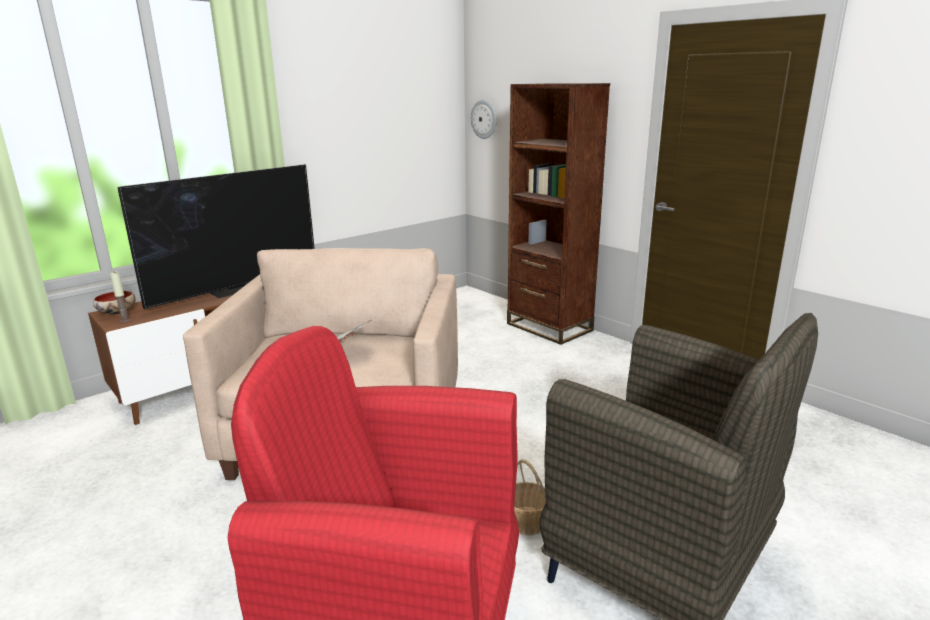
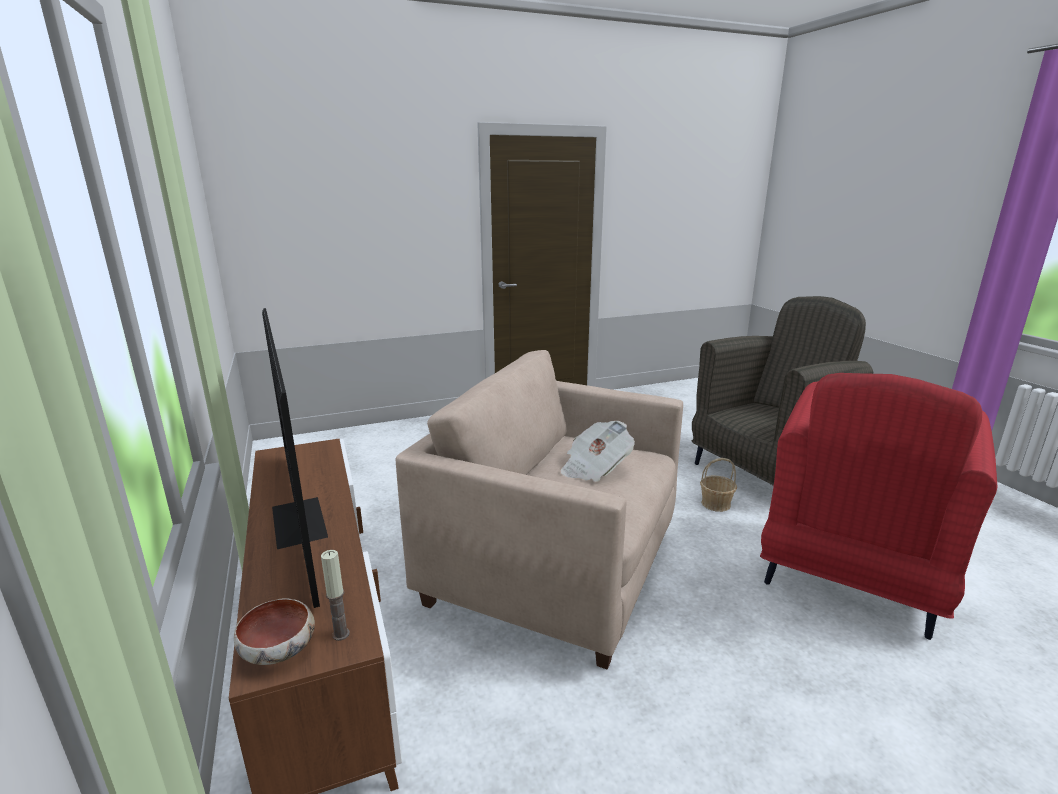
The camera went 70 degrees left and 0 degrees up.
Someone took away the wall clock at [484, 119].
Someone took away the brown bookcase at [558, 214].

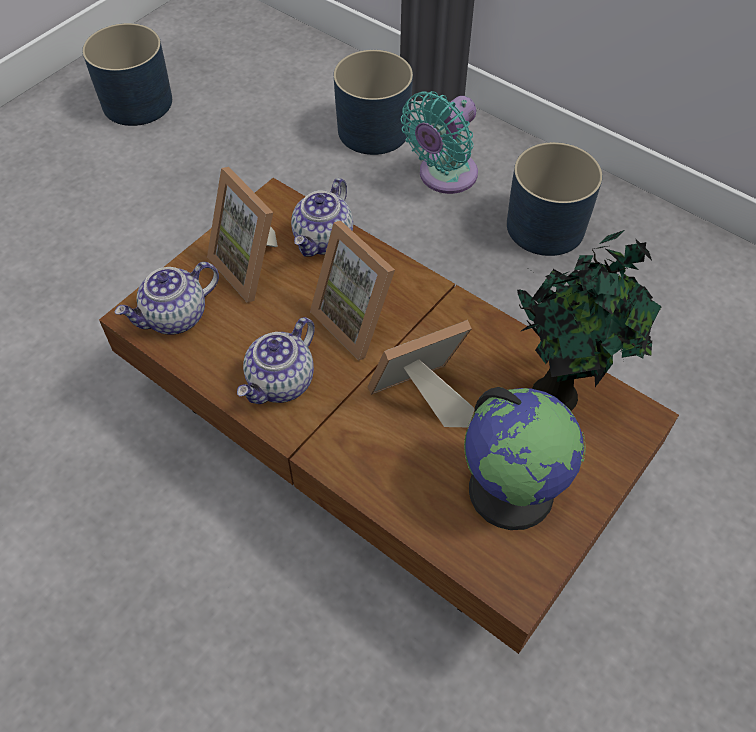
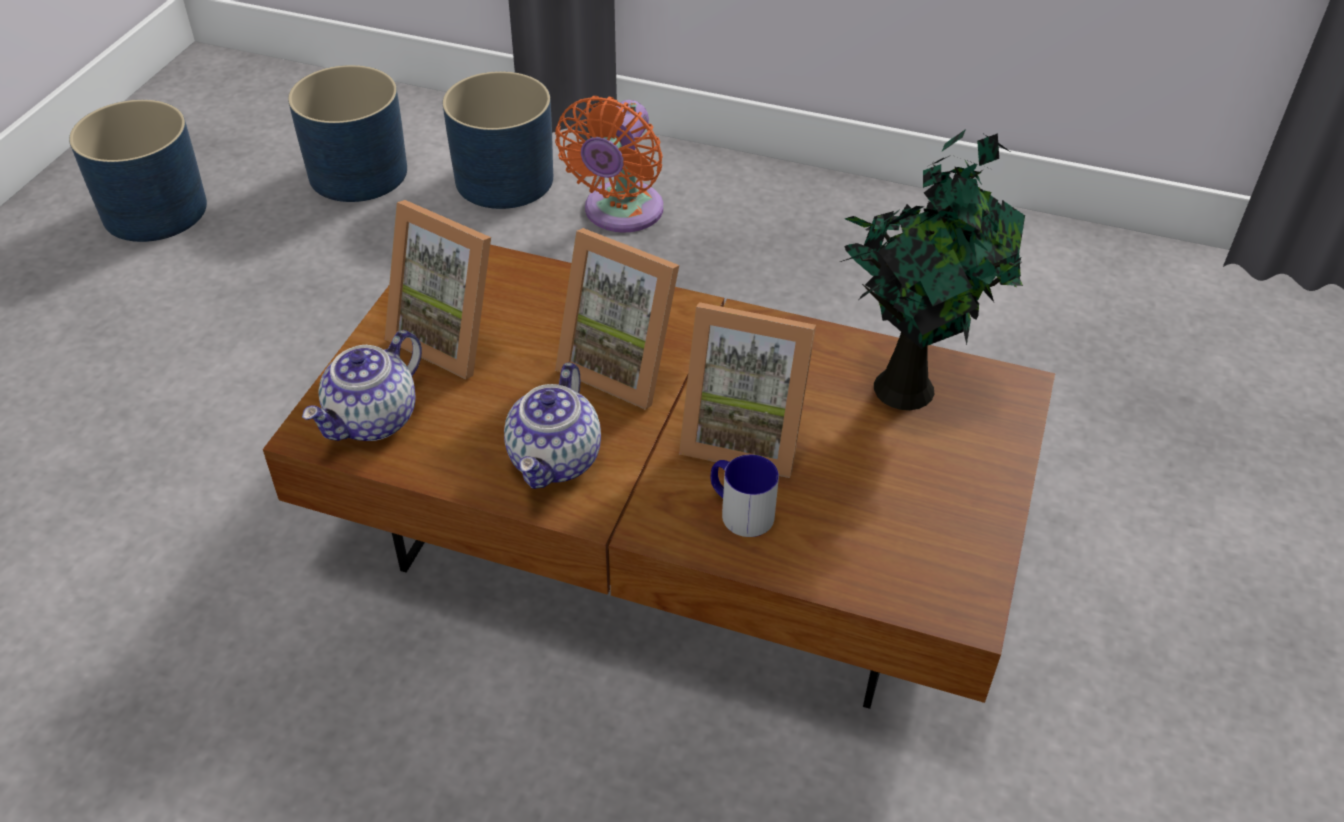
The camera went 20 degrees left and 10 degrees down.
Someone took away the teapot at [322, 217].
Someone took away the globe at [525, 458].
Someone put down the mug at [745, 495].
Someone carried the blue planter from [554, 199] to [347, 133].
Someone repainted the turquoise fan at [439, 142], which became the orange fan at [609, 164].
Someone rotated the picture frame at [421, 373] by 120 degrees counterclockwise.

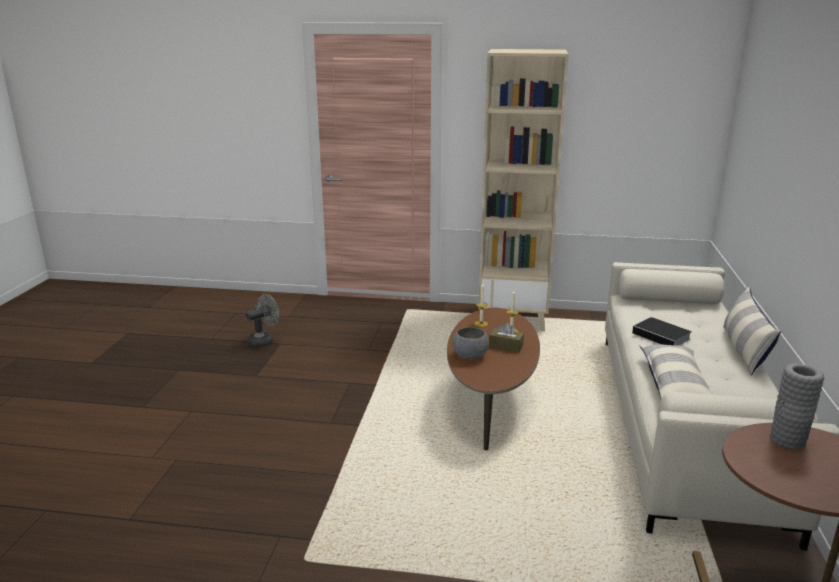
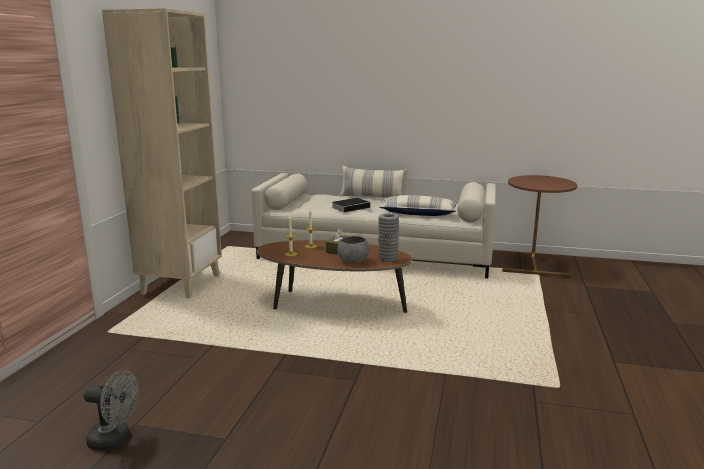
The camera went 85 degrees left and 5 degrees down.
Someone carried the grey vase from [797, 406] to [388, 237].
Someone rotated the grey fan at [262, 321] by 135 degrees clockwise.

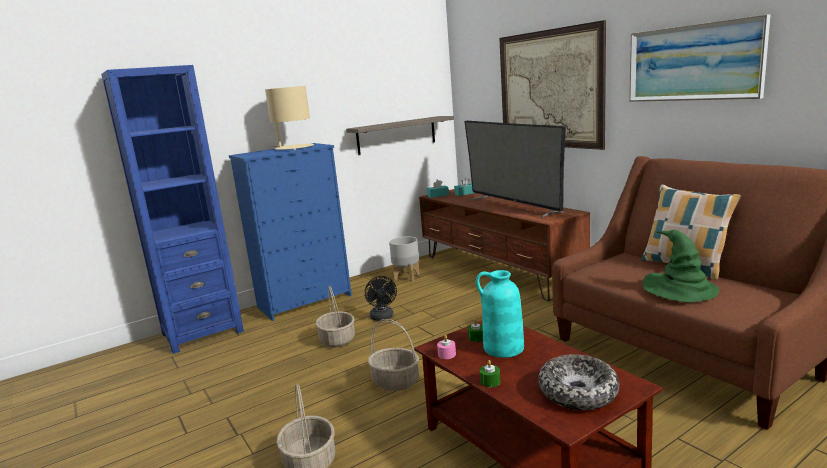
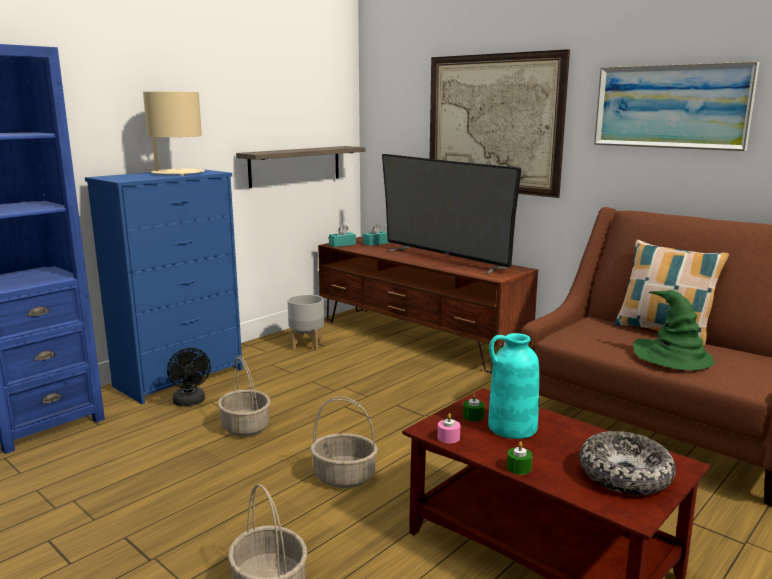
The camera went 15 degrees left and 0 degrees up.
Someone carried the black fan from [381, 298] to [189, 377].

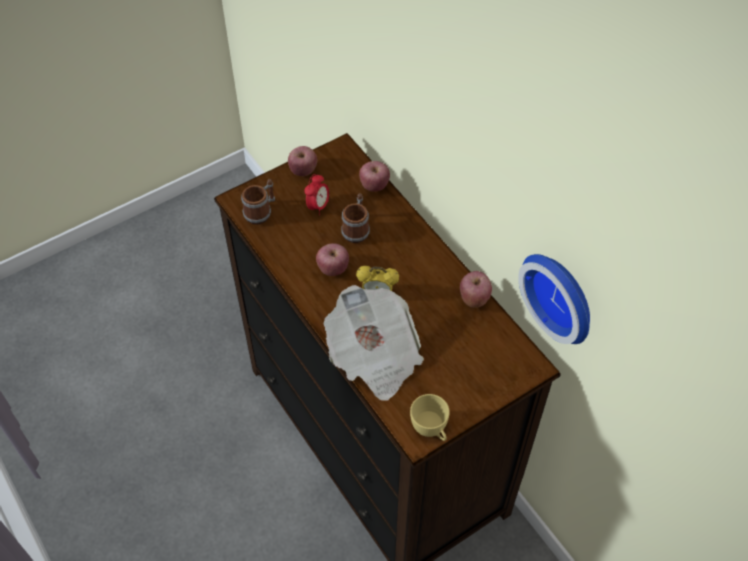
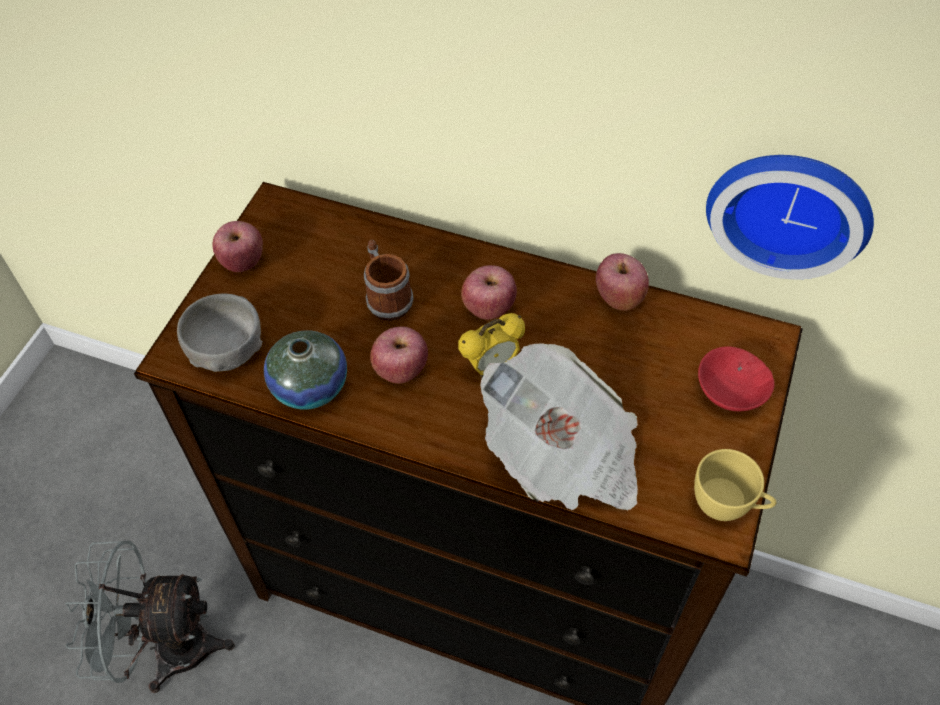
The camera went 35 degrees left and 0 degrees up.
Someone took away the alarm clock at [316, 194].
Someone put down the grey fan at [150, 617].
Someone put down the vase at [305, 370].
Someone put down the red bowl at [736, 379].
Someone carried the apple from [374, 176] to [489, 292].
Someone swapped the mug at [258, 202] for the grey bowl at [220, 333].

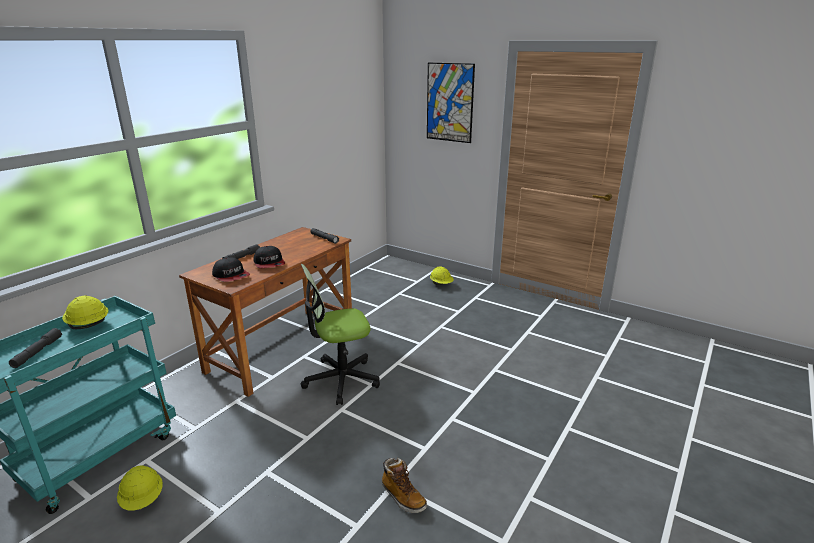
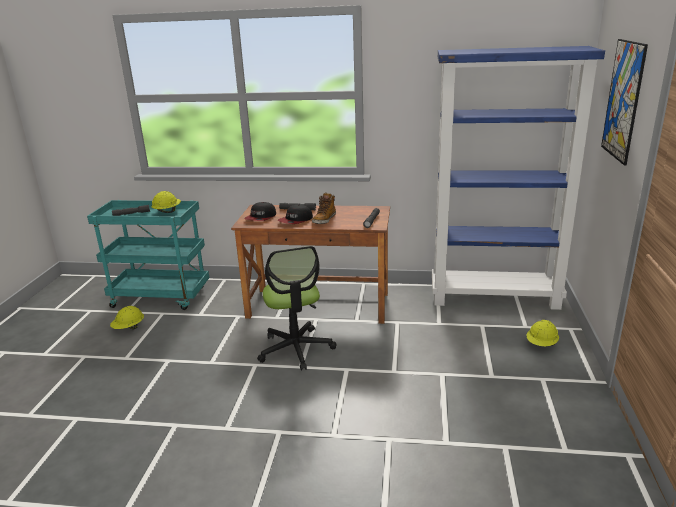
The camera went 65 degrees right and 0 degrees up.
Someone put down the blue bookcase at [518, 178].
Someone carried the boot from [404, 485] to [324, 208].
Someone rotated the office chair at [340, 334] by 150 degrees counterclockwise.

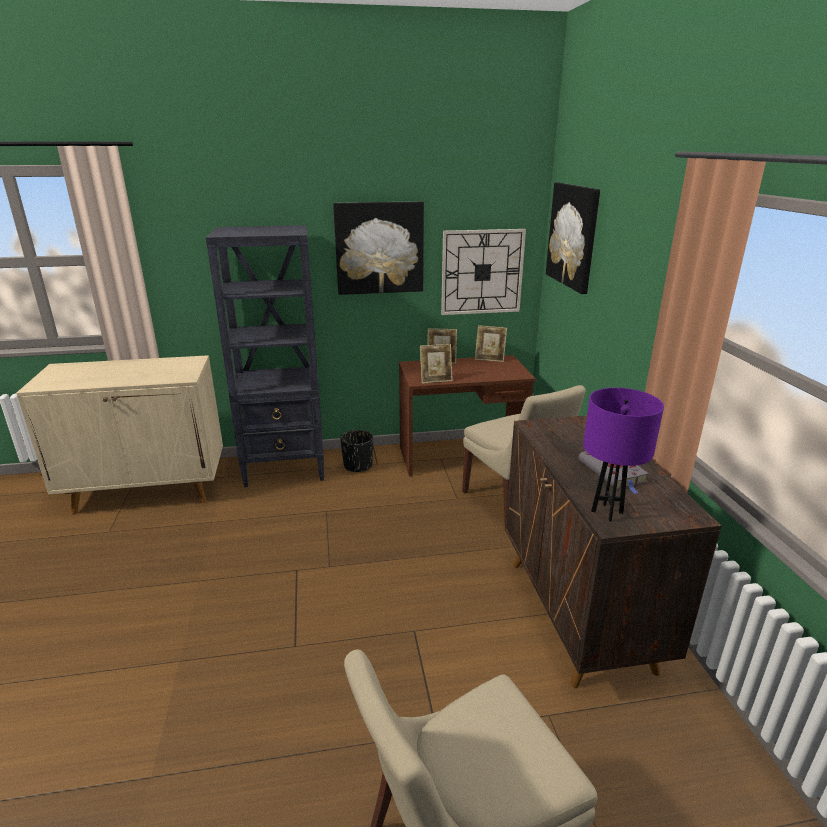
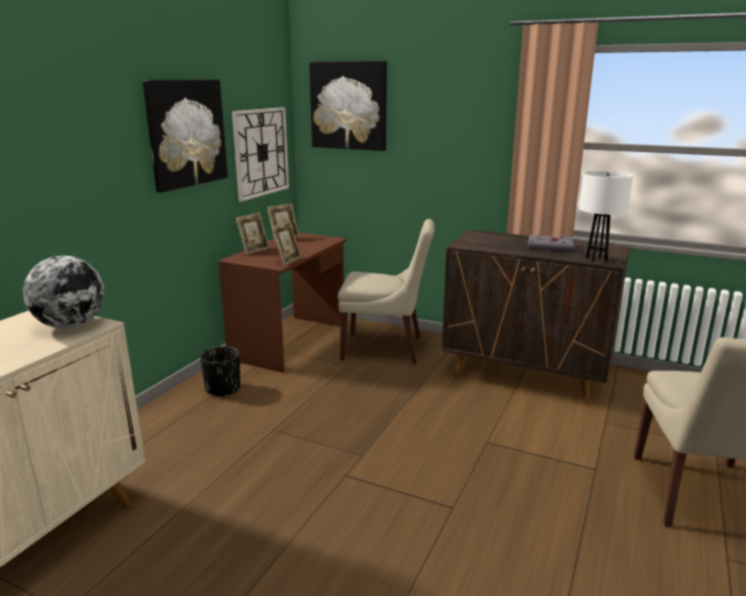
The camera went 55 degrees left and 5 degrees down.
Someone took away the black bookcase at [265, 356].
Someone put down the globe at [64, 292].
Someone repainted the purple table lamp at [623, 454], which became the white table lamp at [606, 216].

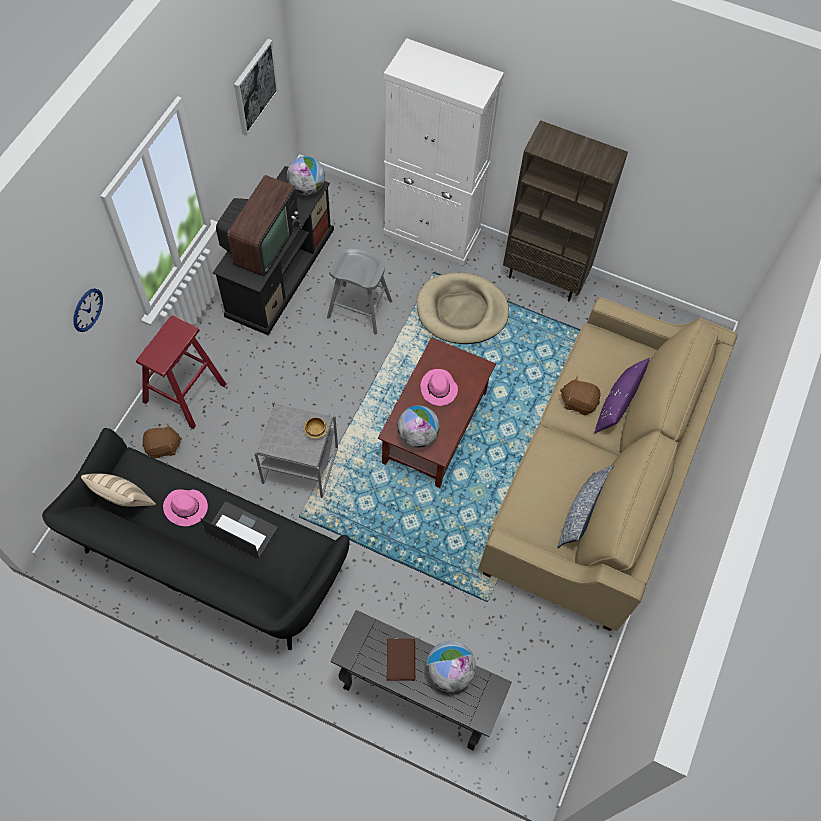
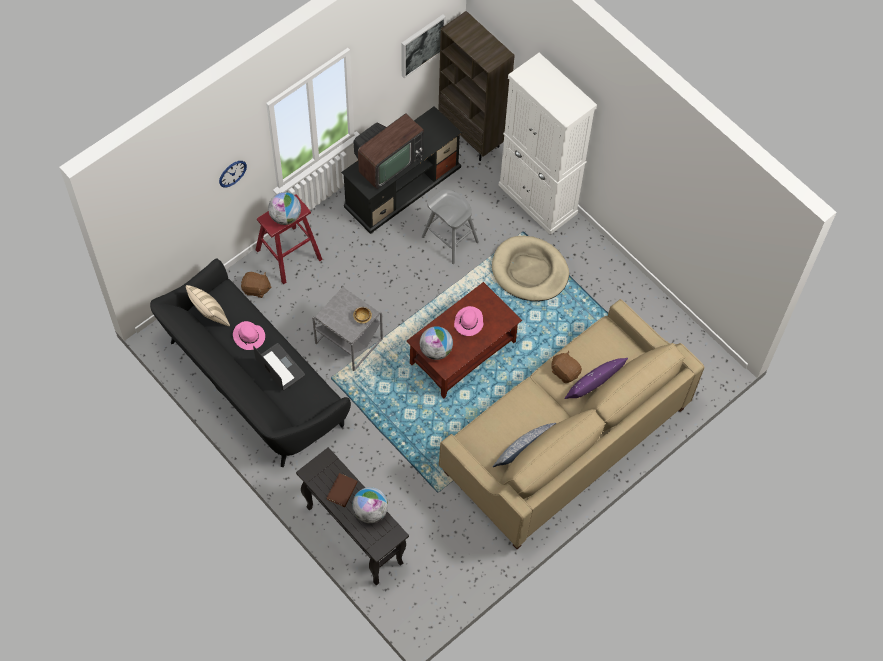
The camera went 25 degrees right and 0 degrees up.
Someone carried the globe from [306, 175] to [284, 208].
Someone carried the brown bookcase from [565, 210] to [476, 86].

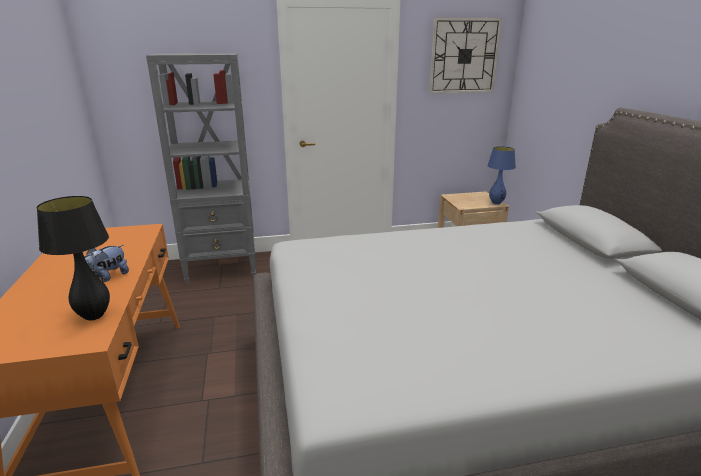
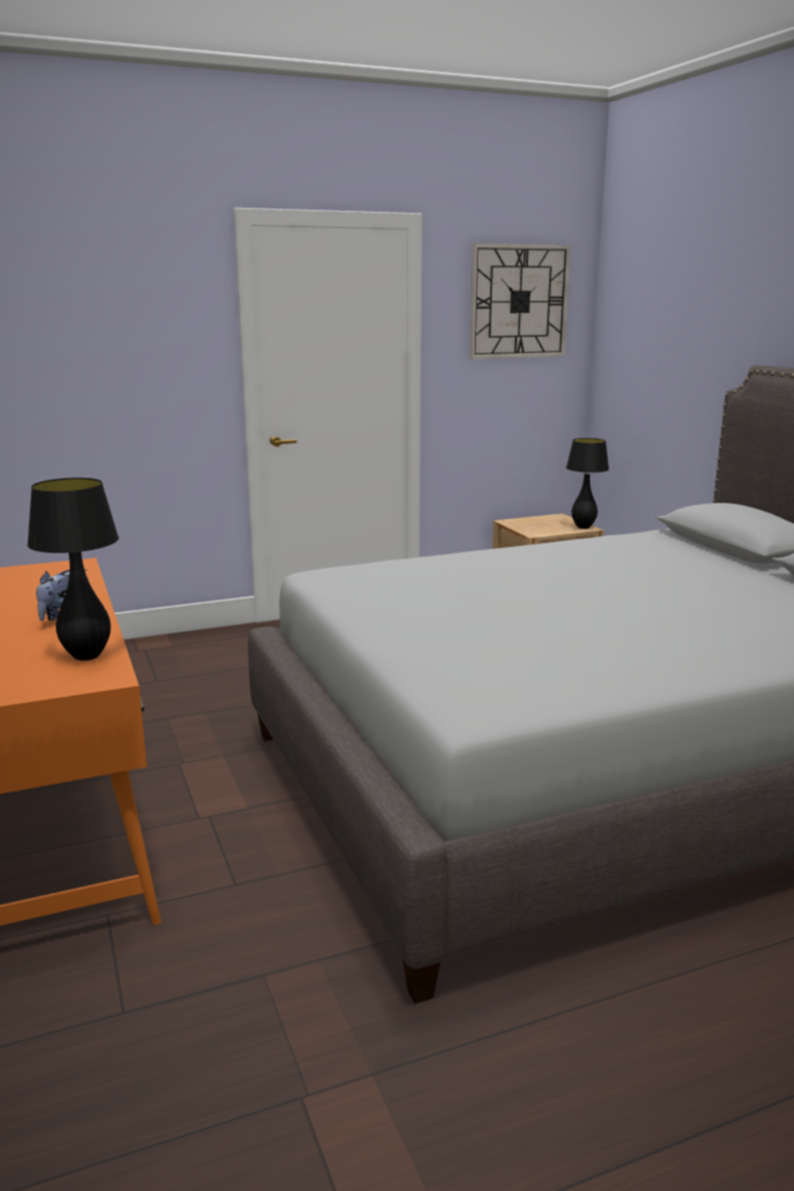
The camera went 10 degrees left and 5 degrees down.
Someone took away the grey bookcase at [201, 168].
Someone repainted the blue table lamp at [501, 175], which became the black table lamp at [587, 483].

